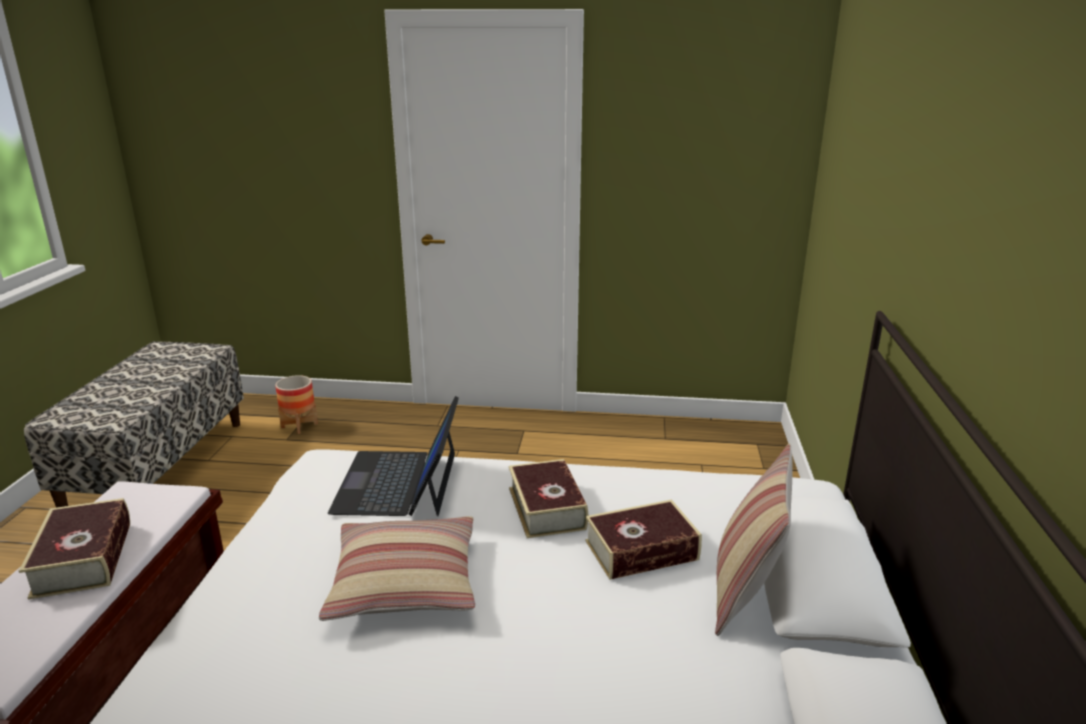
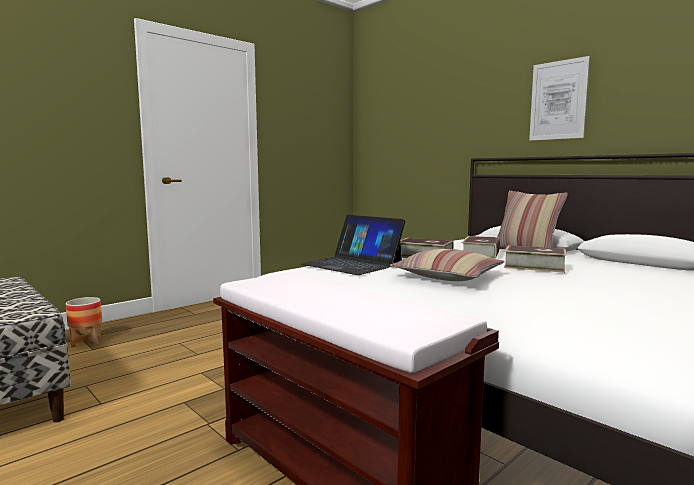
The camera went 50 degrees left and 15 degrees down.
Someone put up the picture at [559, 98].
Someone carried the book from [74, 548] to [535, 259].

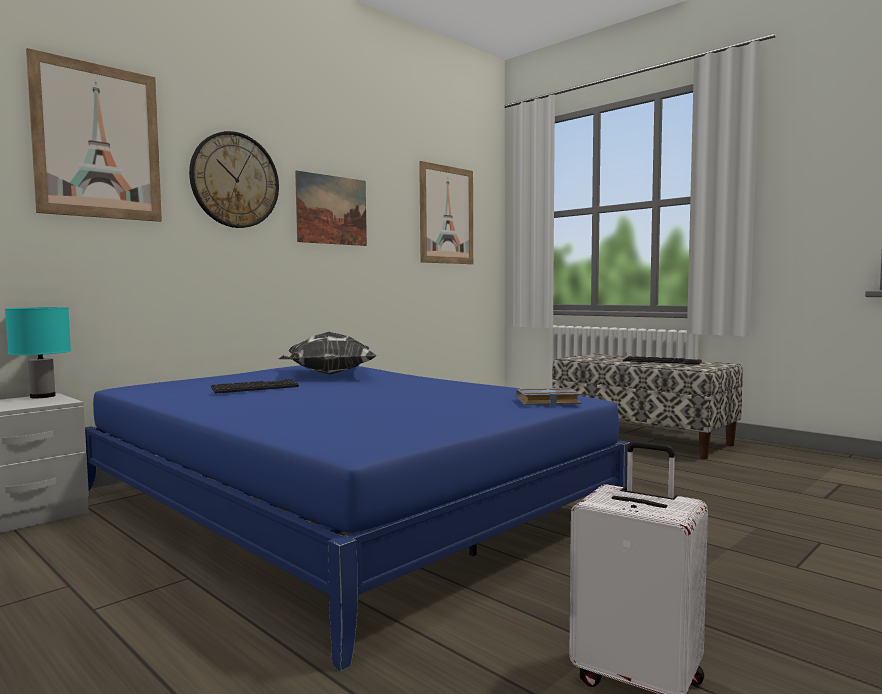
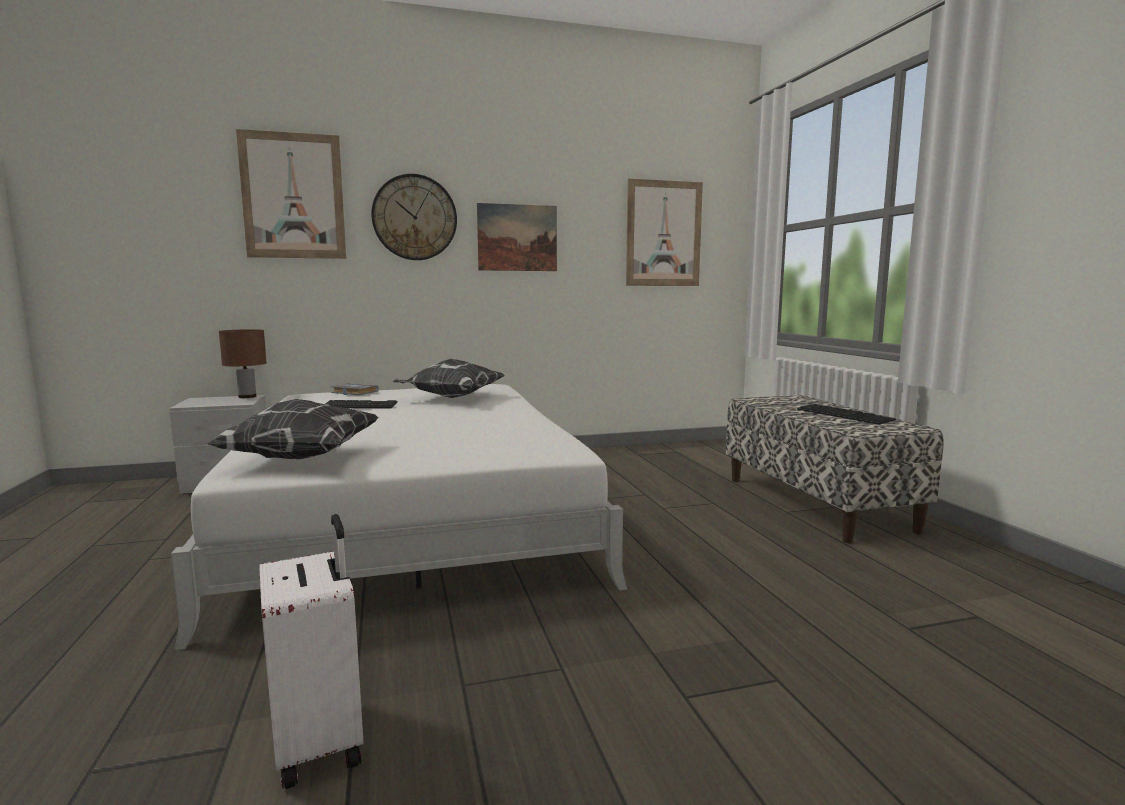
The camera went 30 degrees right and 5 degrees up.
Someone put down the pillow at [291, 429].
Someone carried the grey book from [548, 396] to [355, 389].
Someone repainted the turquoise table lamp at [38, 352], which became the brown table lamp at [243, 363].
Someone repainted the blue bed at [357, 518], which became the white bed at [399, 517].

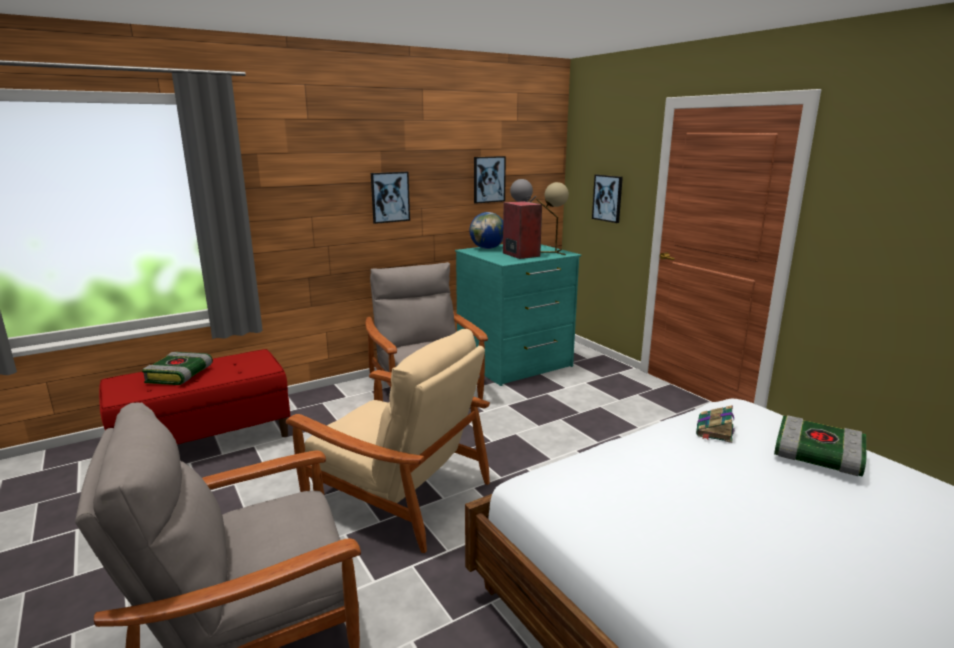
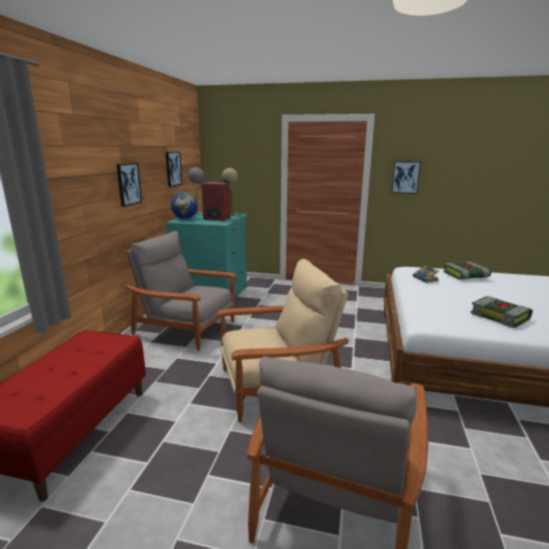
The camera went 45 degrees left and 0 degrees up.
Someone carried the book from [177, 368] to [501, 312].
Someone carried the picture from [607, 199] to [406, 177].

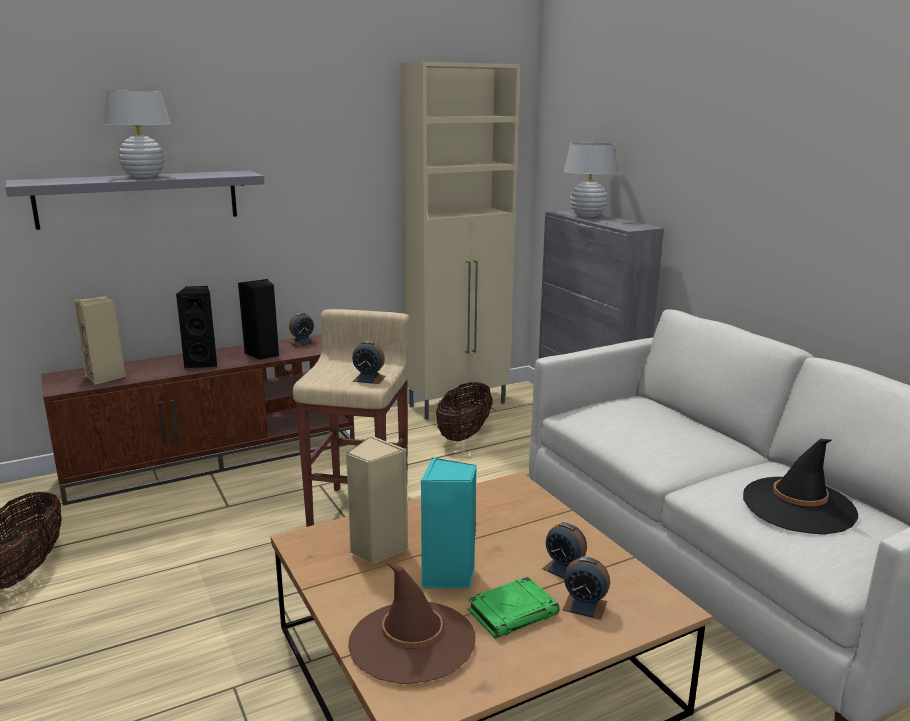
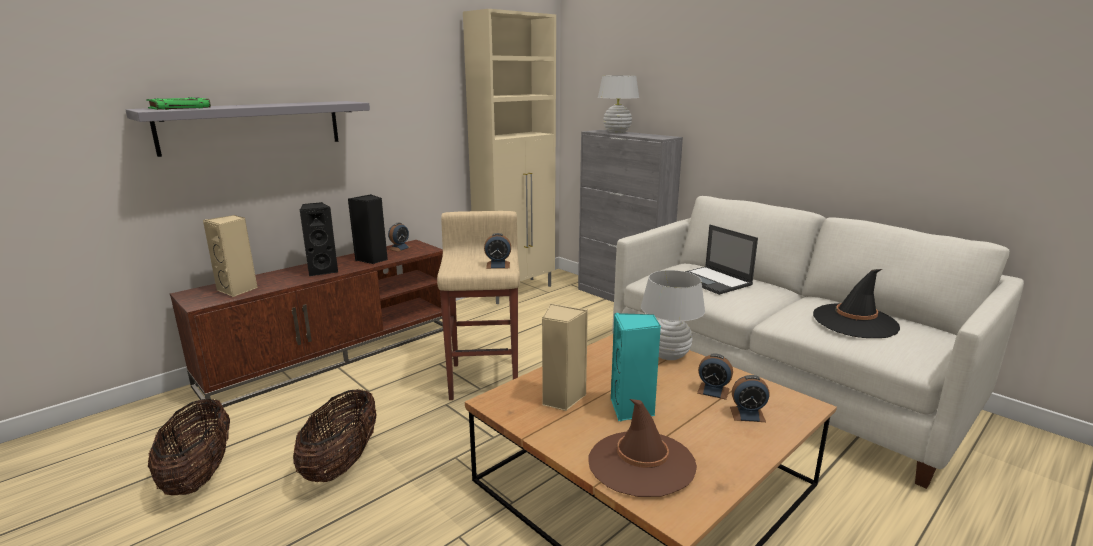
The camera went 15 degrees left and 0 degrees up.
Someone put down the laptop at [721, 259].
Someone carried the white table lamp from [137, 134] to [673, 315].
Someone carried the basket from [464, 412] to [335, 435].
Someone carried the green book from [513, 608] to [178, 103].

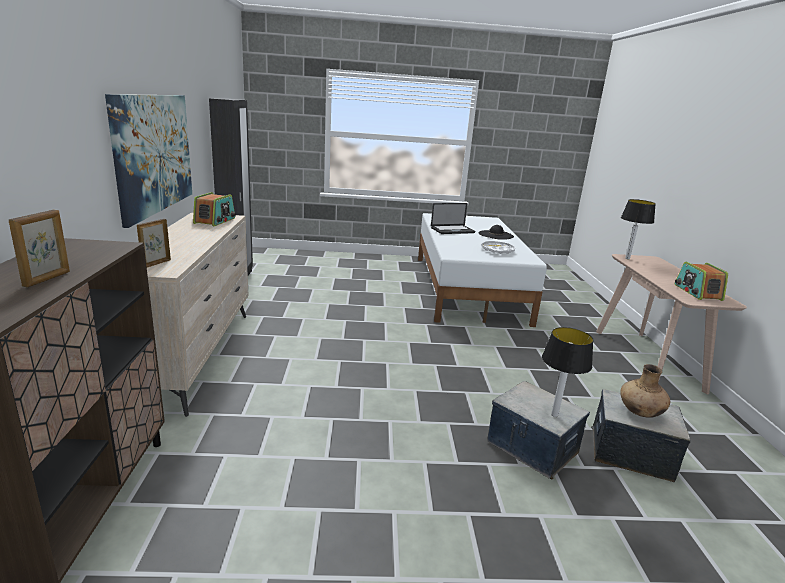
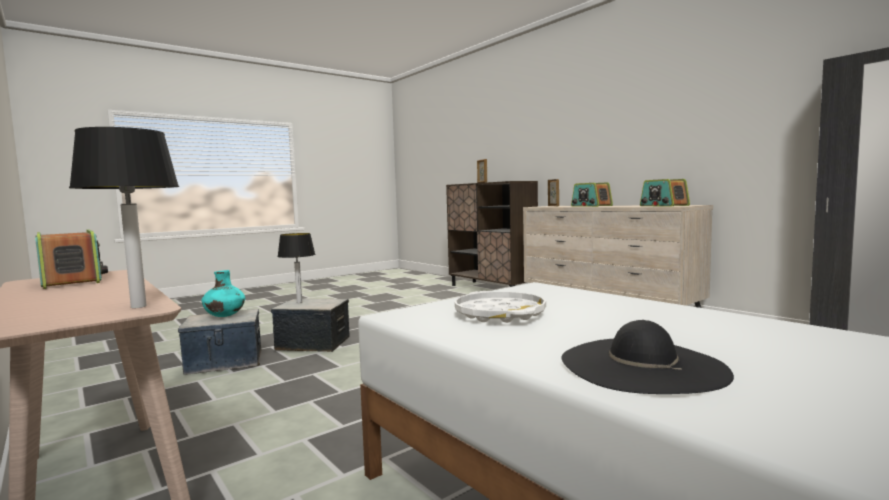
The camera went 145 degrees right and 15 degrees down.
Someone took away the picture at [148, 161].
Someone took away the laptop at [453, 218].
Someone put down the radio at [592, 194].
Someone repainted the brown vase at [645, 391], which became the turquoise vase at [223, 293].

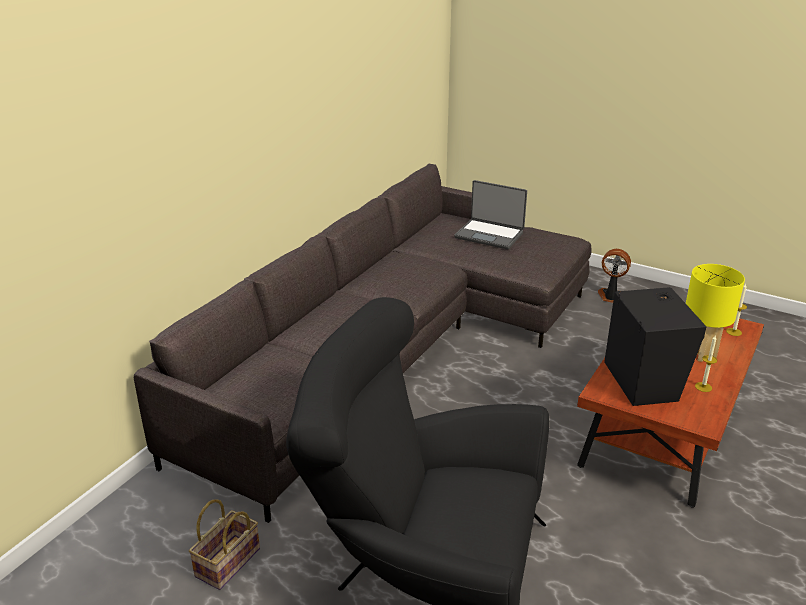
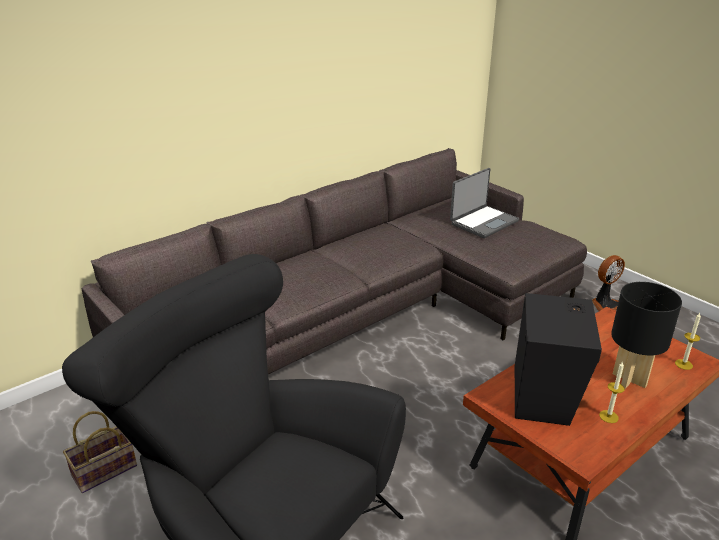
The camera went 20 degrees right and 0 degrees up.
Someone repainted the yellow table lamp at [715, 313], which became the black table lamp at [646, 335].
Someone rotated the laptop at [490, 214] by 90 degrees counterclockwise.
Someone rotated the fan at [614, 276] by 105 degrees clockwise.

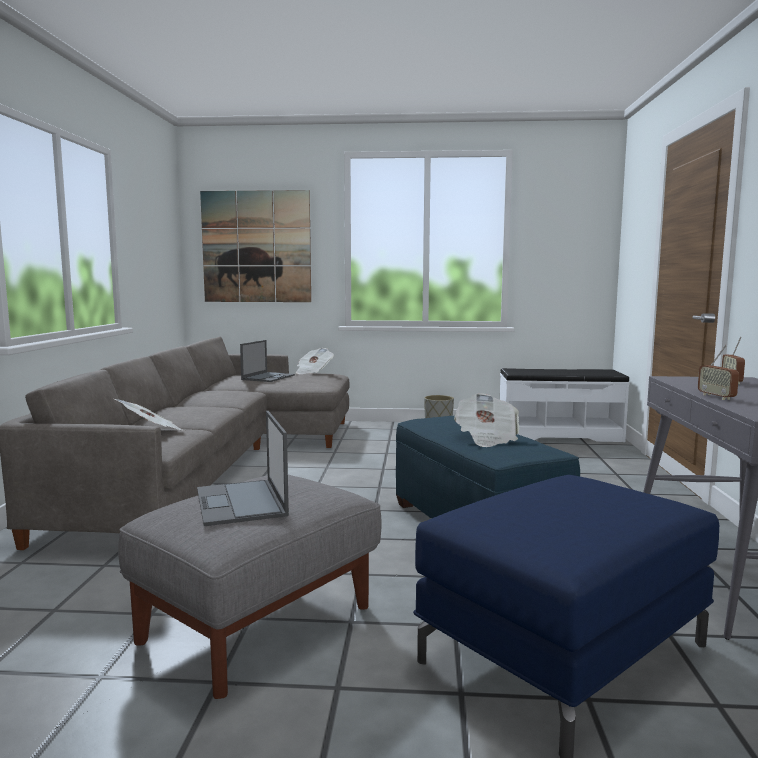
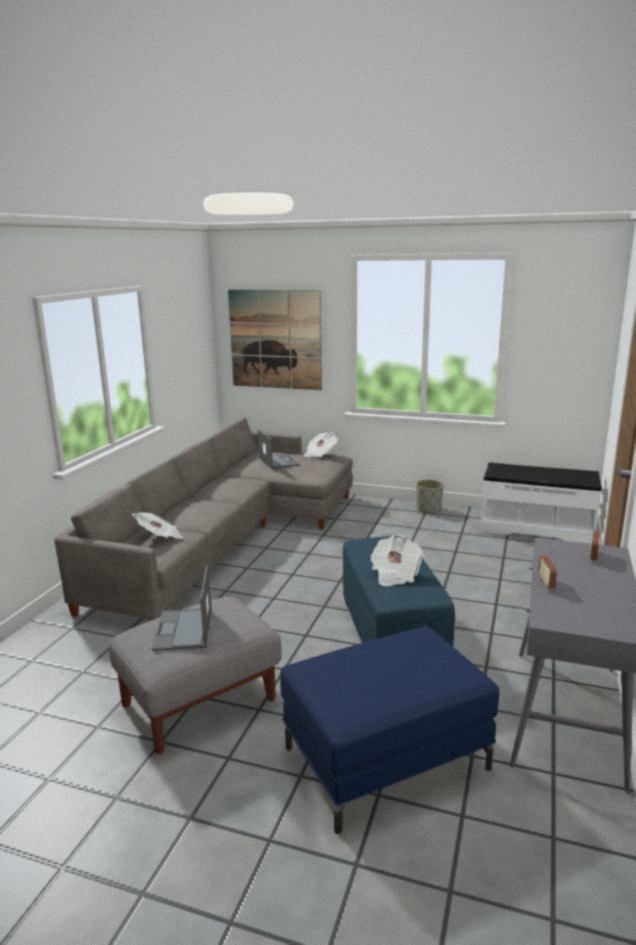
The camera went 15 degrees right and 10 degrees up.
Someone rotated the laptop at [267, 361] by 60 degrees counterclockwise.

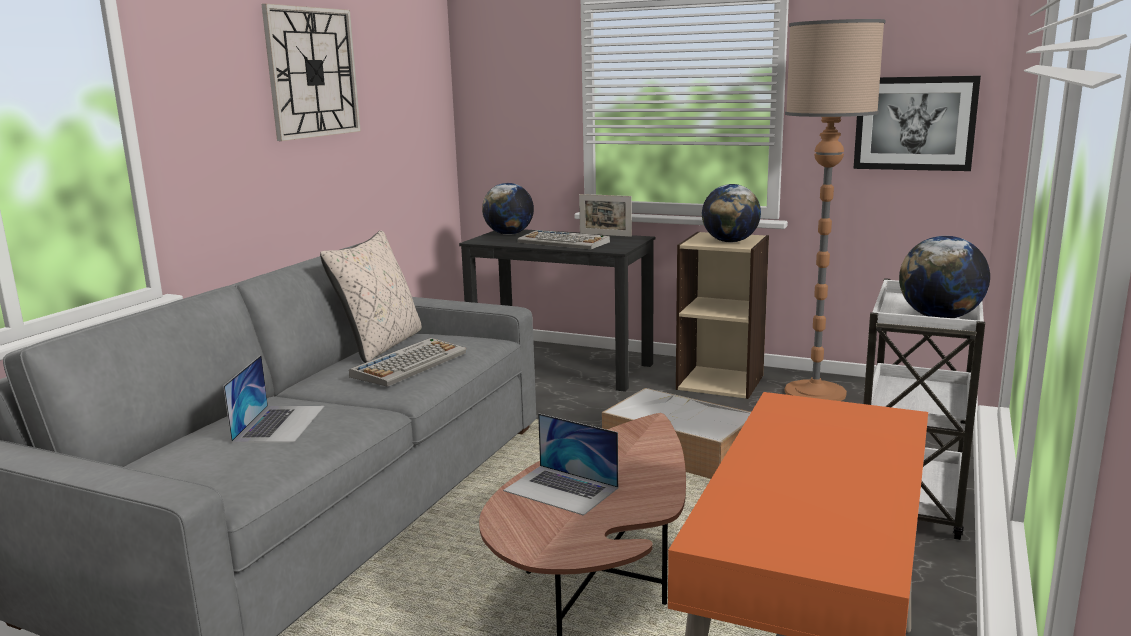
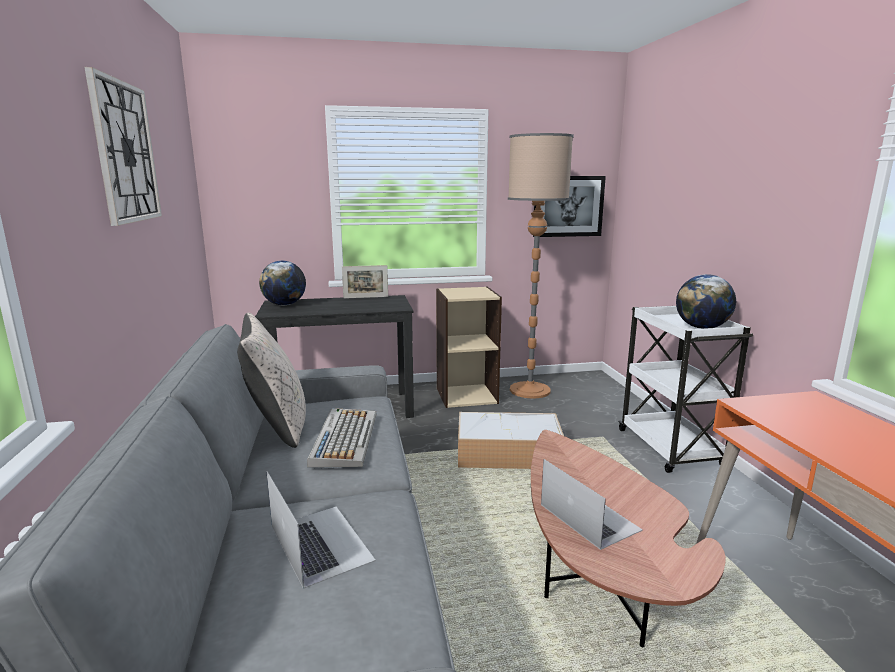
The camera went 35 degrees left and 0 degrees up.
Someone took away the keyboard at [563, 239].
Someone took away the globe at [731, 213].
Someone rotated the laptop at [560, 464] by 120 degrees counterclockwise.

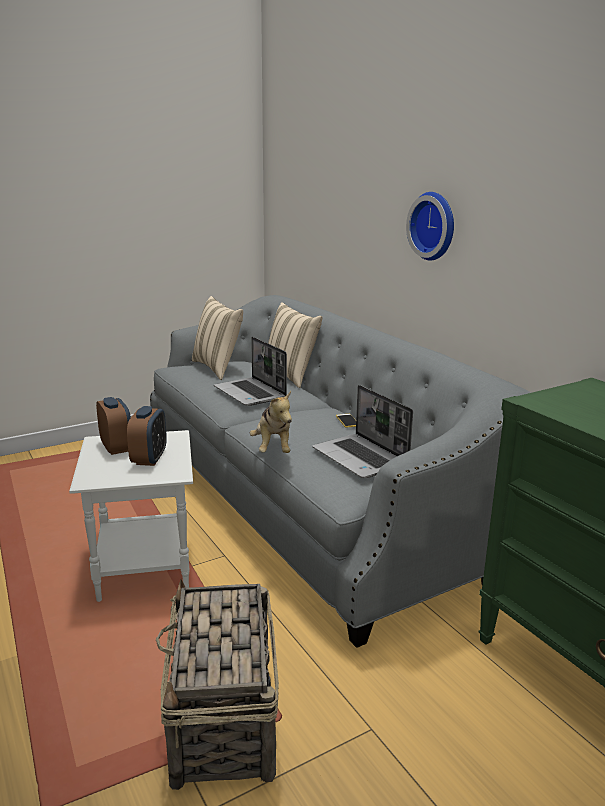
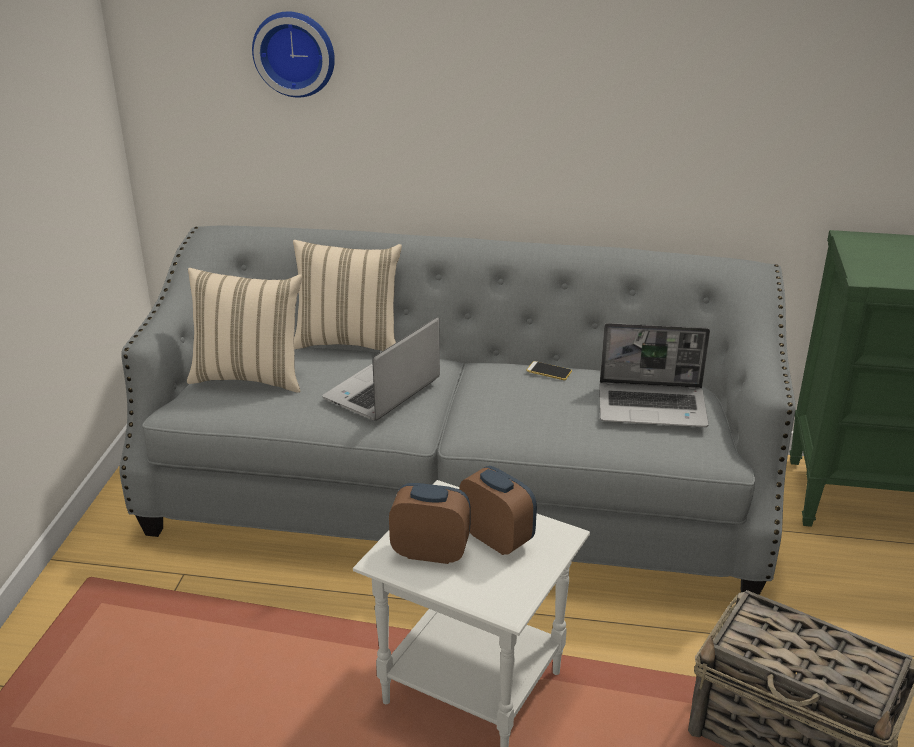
The camera went 50 degrees left and 10 degrees up.
Someone took away the plush toy at [271, 422].
Someone carried the wall clock from [430, 226] to [293, 54].
Someone rotated the laptop at [250, 371] by 120 degrees clockwise.

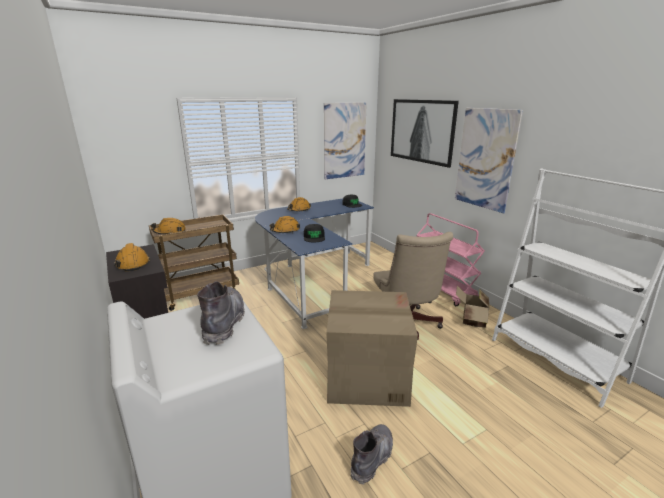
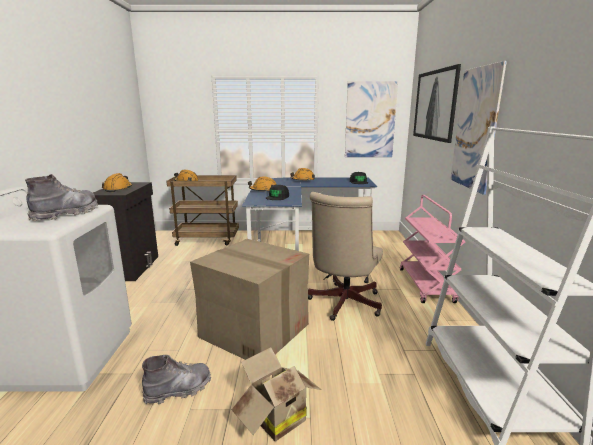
The camera went 30 degrees right and 5 degrees down.
Someone carried the cardboard box from [472, 307] to [276, 394].

